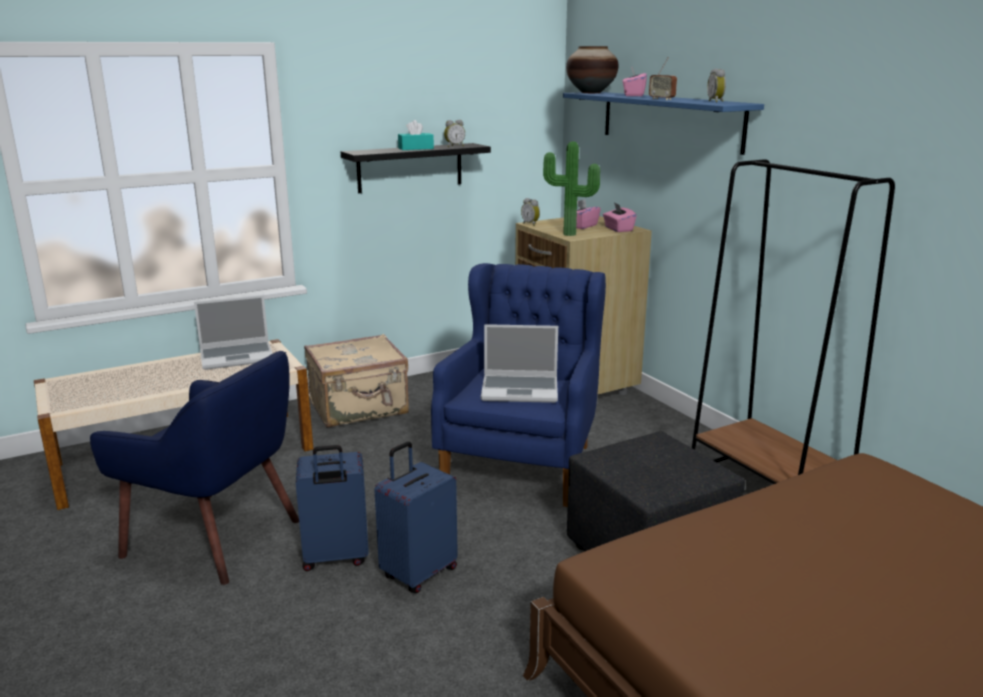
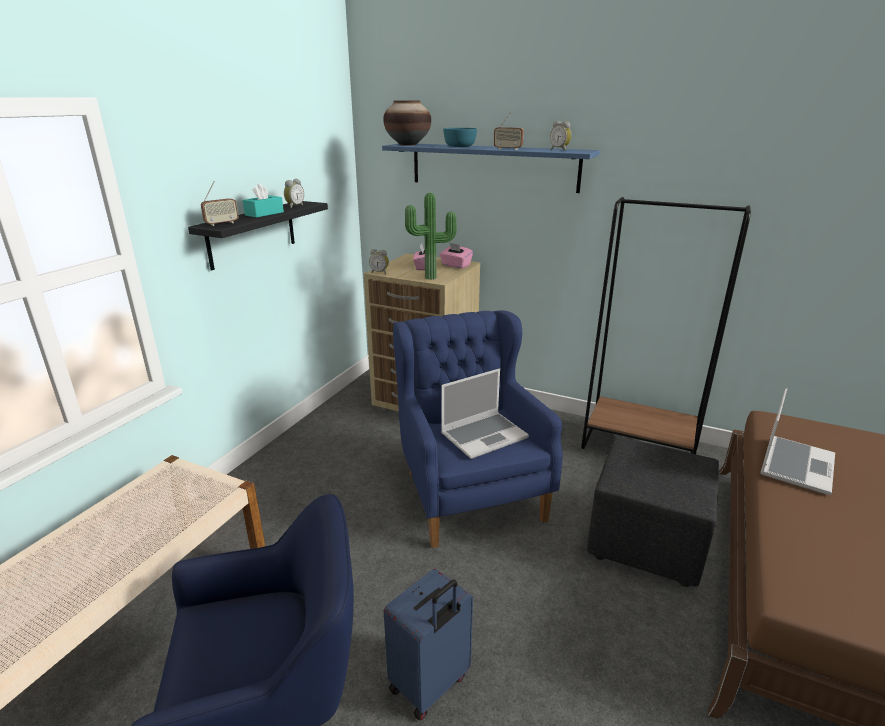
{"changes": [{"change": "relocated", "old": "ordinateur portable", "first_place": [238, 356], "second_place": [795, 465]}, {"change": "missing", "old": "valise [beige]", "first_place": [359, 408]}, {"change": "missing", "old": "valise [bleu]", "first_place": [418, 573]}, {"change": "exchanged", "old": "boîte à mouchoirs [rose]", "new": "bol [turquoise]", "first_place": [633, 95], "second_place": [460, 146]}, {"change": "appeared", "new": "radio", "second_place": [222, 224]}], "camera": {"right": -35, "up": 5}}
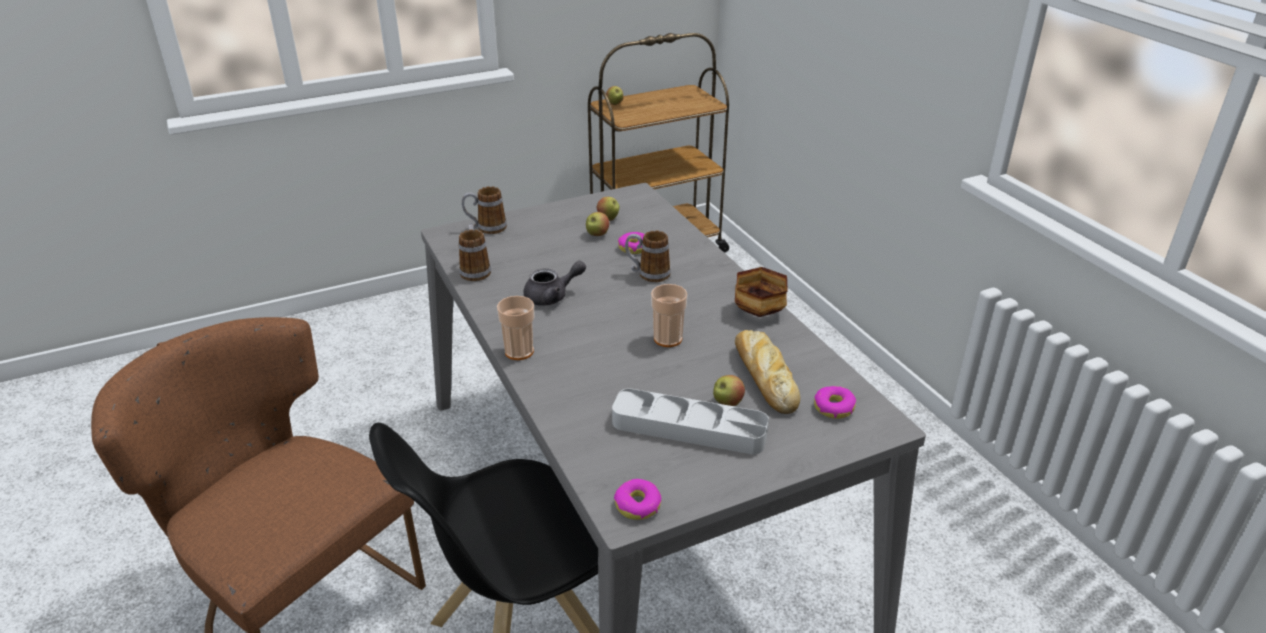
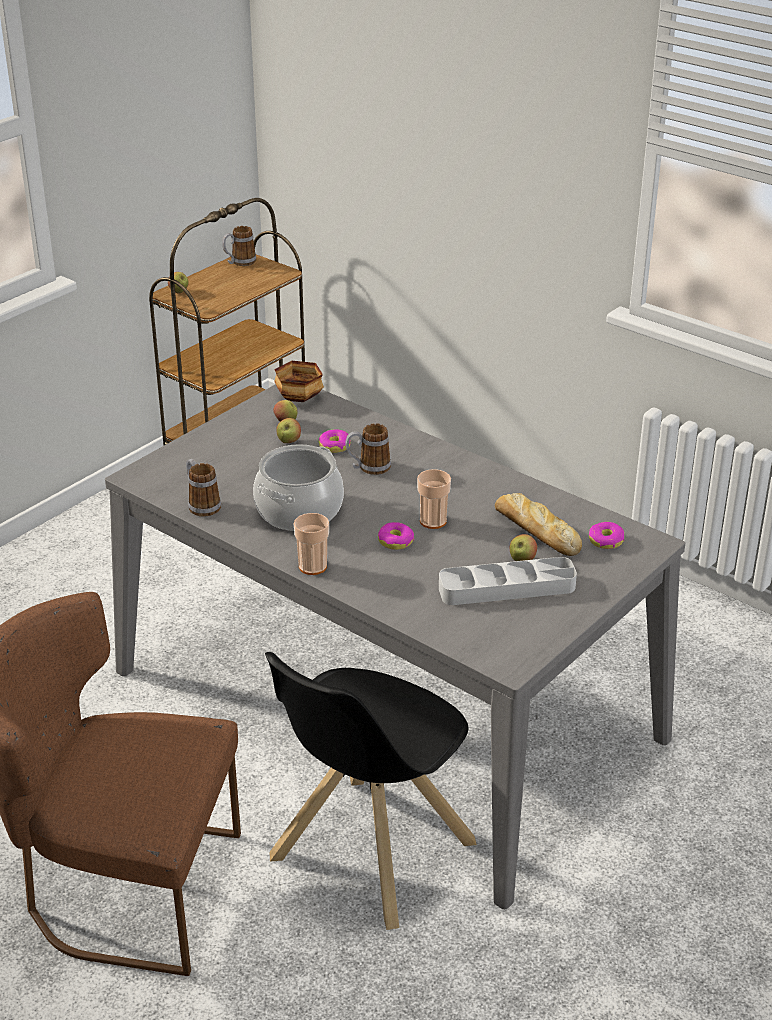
{"changes": [{"change": "relocated", "old": "mug", "first_place": [486, 228], "second_place": [239, 262]}, {"change": "exchanged", "old": "théière [gris]", "new": "marmite", "first_place": [552, 296], "second_place": [298, 510]}, {"change": "relocated", "old": "beignet", "first_place": [637, 505], "second_place": [396, 541]}, {"change": "relocated", "old": "bol", "first_place": [758, 310], "second_place": [298, 397]}], "camera": {"right": -25, "up": 0}}
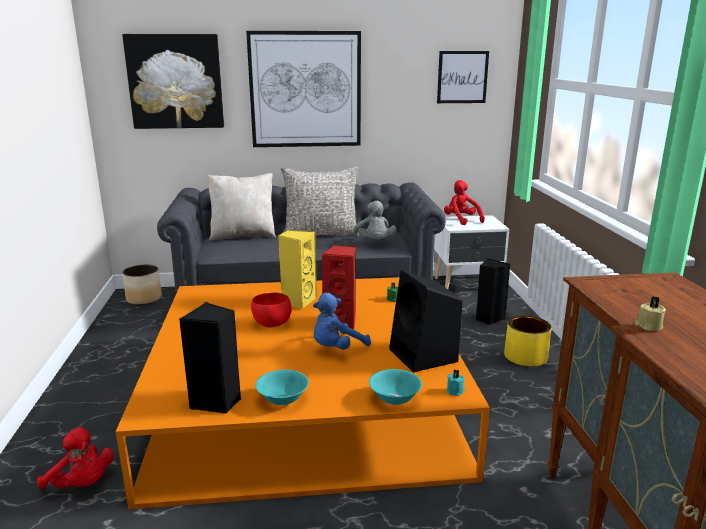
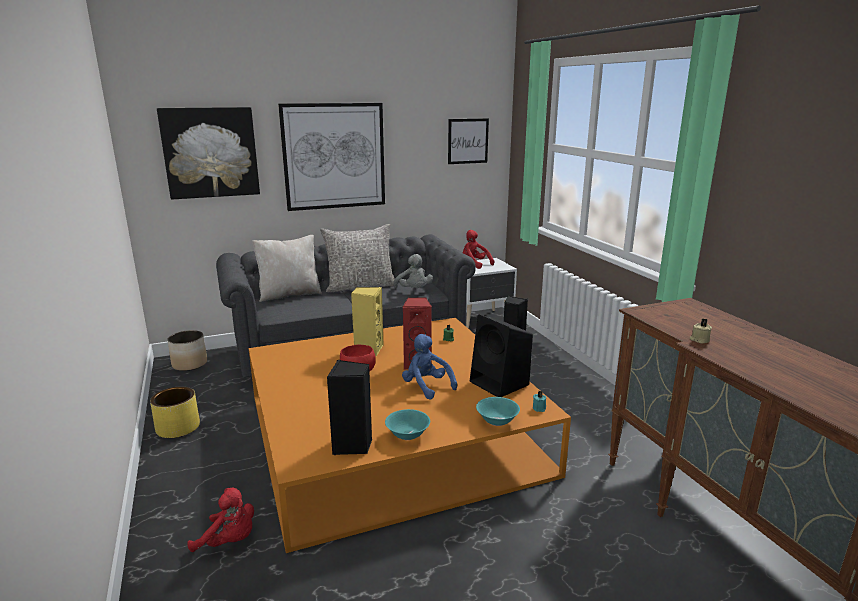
{"changes": [{"change": "spun", "old": "peluche [bleu]", "first_place": [336, 348], "second_place": [426, 386], "degrees": 105}, {"change": "relocated", "old": "cache-pot [jaune]", "first_place": [525, 357], "second_place": [178, 428]}], "camera": {"right": -15, "up": 0}}
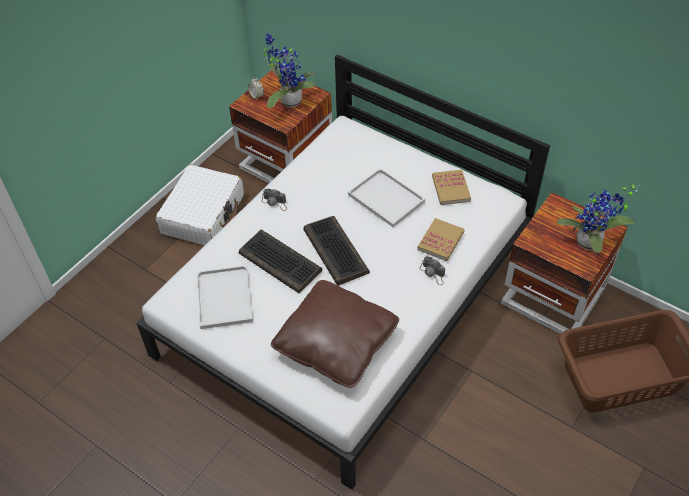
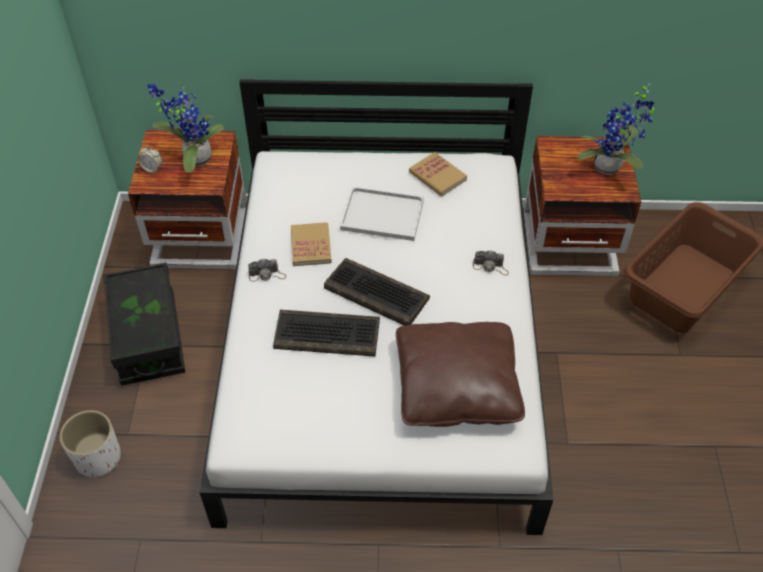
{"changes": [{"change": "exchanged", "old": "valise [blanc]", "new": "boîte de rangement [noir]", "first_place": [203, 214], "second_place": [149, 338]}, {"change": "missing", "old": "plateau [blanc]", "first_place": [223, 296]}, {"change": "relocated", "old": "livre", "first_place": [440, 241], "second_place": [311, 246]}, {"change": "appeared", "new": "cache-pot [blanc]", "second_place": [98, 458]}], "camera": {"right": -35, "up": 0}}
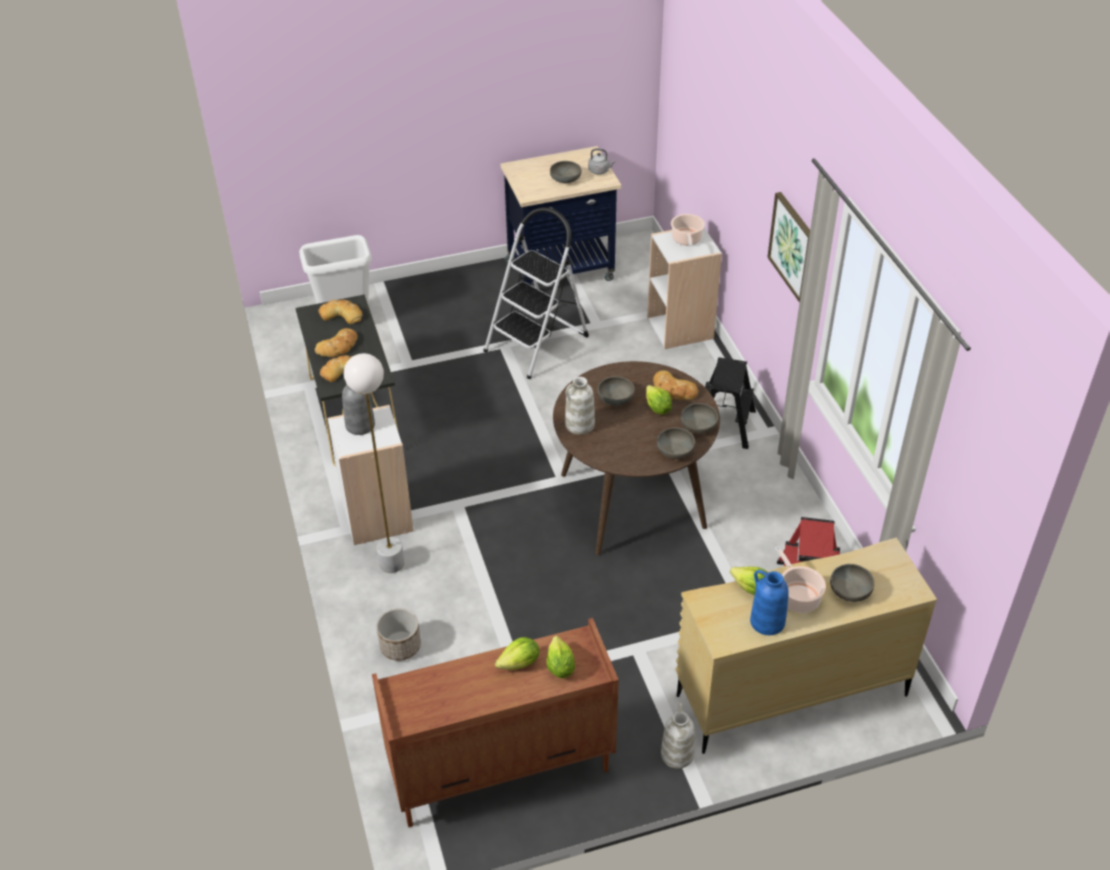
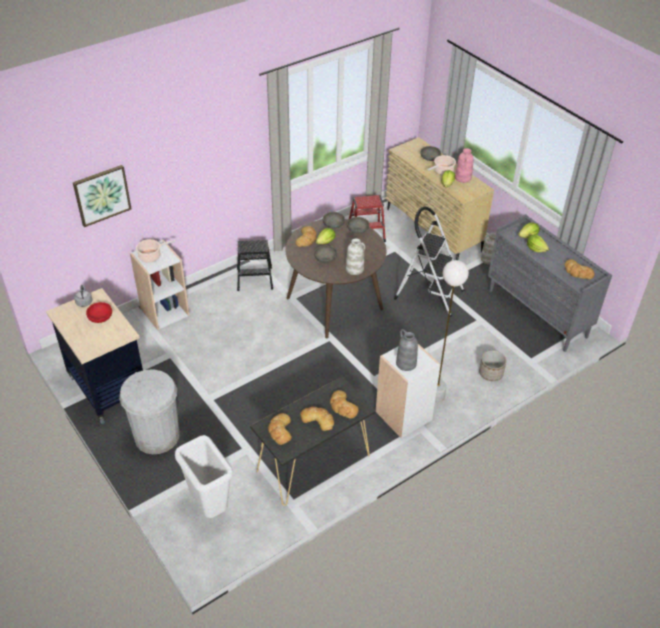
{"changes": [{"change": "colour", "old": "meuble de rangement [marron]", "new": "meuble de rangement [gris]", "first_place": [500, 771], "second_place": [537, 314]}, {"change": "relocated", "old": "escabeau", "first_place": [539, 343], "second_place": [427, 294]}, {"change": "colour", "old": "bol [gris]", "new": "bol [rouge]", "first_place": [565, 179], "second_place": [100, 318]}, {"change": "colour", "old": "vase [bleu]", "new": "vase [rose]", "first_place": [766, 622], "second_place": [463, 178]}, {"change": "relocated", "old": "tableau", "first_place": [793, 246], "second_place": [102, 195]}, {"change": "appeared", "new": "poubelle [blanc]", "second_place": [157, 436]}, {"change": "appeared", "new": "pain", "second_place": [577, 272]}], "camera": {"right": -110, "up": 0}}
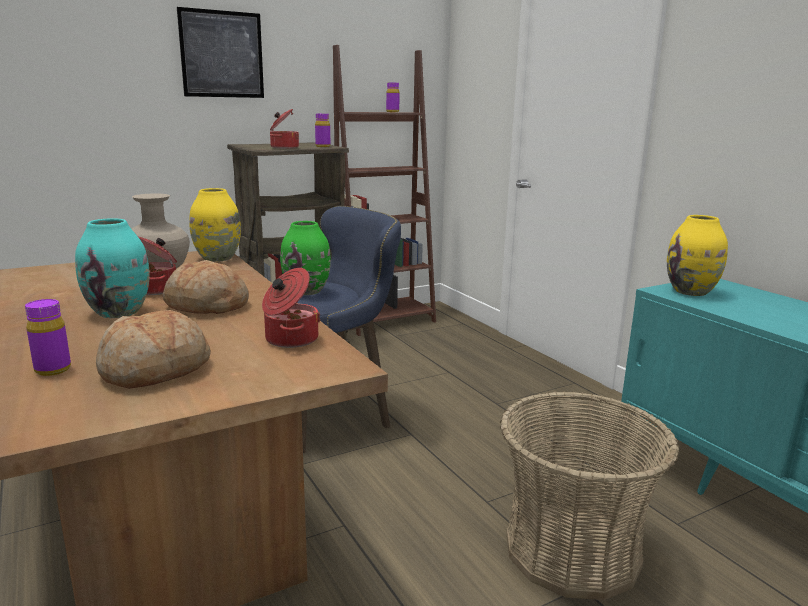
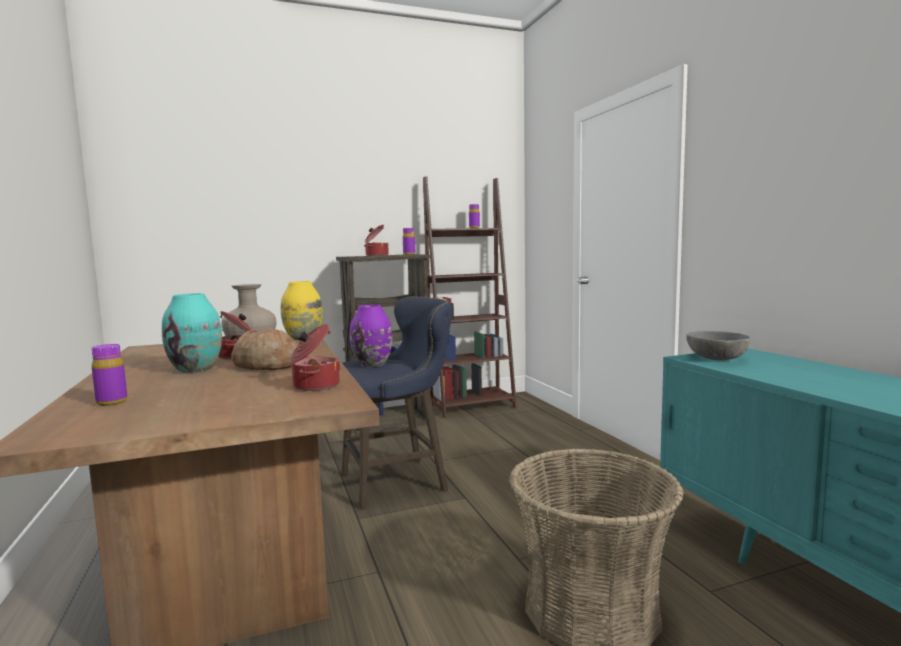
{"changes": [{"change": "missing", "old": "pain", "first_place": [155, 370]}, {"change": "missing", "old": "tableau", "first_place": [222, 54]}, {"change": "colour", "old": "vase [vert]", "new": "vase [violet]", "first_place": [307, 291], "second_place": [372, 364]}, {"change": "exchanged", "old": "vase [jaune]", "new": "bol [gris]", "first_place": [691, 291], "second_place": [717, 358]}], "camera": {"right": 10, "up": -10}}
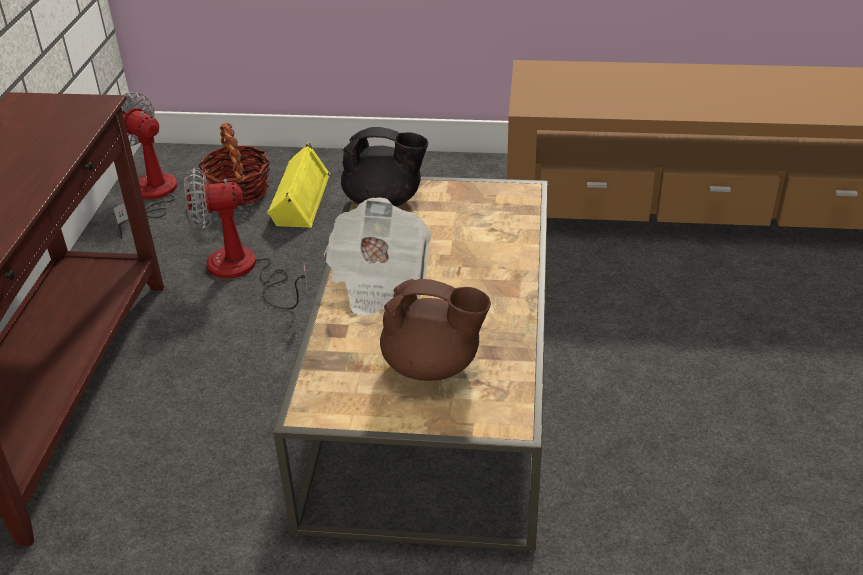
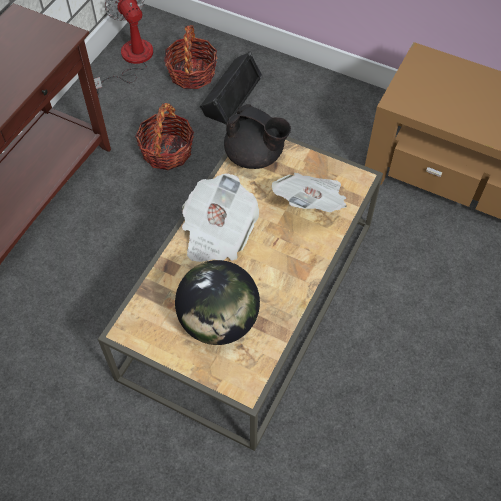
{"changes": [{"change": "exchanged", "old": "ventilateur", "new": "panier", "first_place": [243, 271], "second_place": [167, 152]}, {"change": "colour", "old": "enceinte [jaune]", "new": "enceinte [noir]", "first_place": [299, 199], "second_place": [230, 94]}, {"change": "exchanged", "old": "théière [marron]", "new": "globe", "first_place": [433, 365], "second_place": [218, 321]}, {"change": "appeared", "new": "journal", "second_place": [311, 203]}], "camera": {"right": 20, "up": 20}}
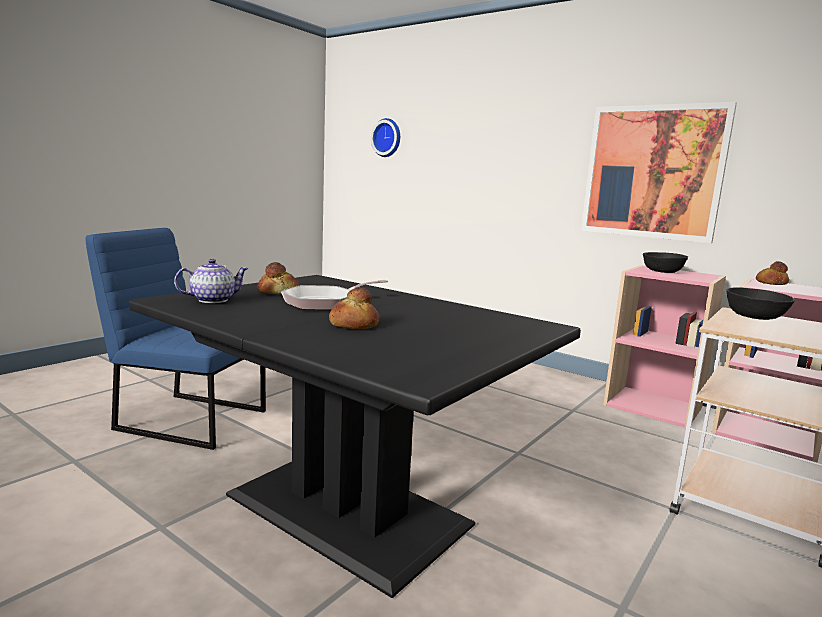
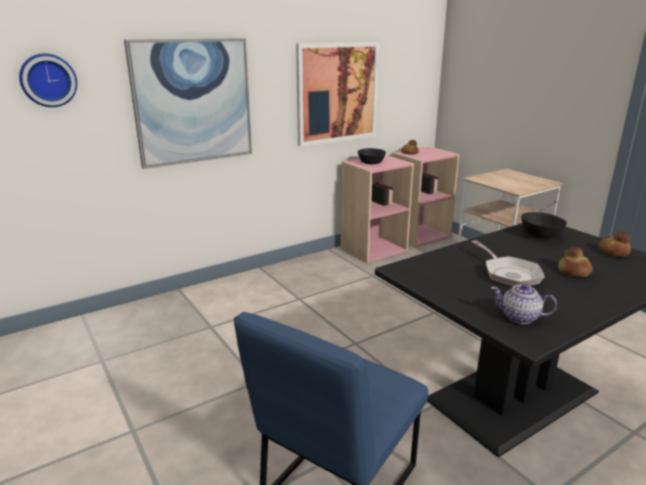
{"changes": [{"change": "spun", "old": "théière", "first_place": [212, 300], "second_place": [520, 317], "degrees": -60}, {"change": "relocated", "old": "pain", "first_place": [279, 292], "second_place": [613, 251]}, {"change": "relocated", "old": "bol [noir]", "first_place": [755, 317], "second_place": [540, 235]}, {"change": "appeared", "new": "tableau", "second_place": [193, 102]}], "camera": {"right": -70, "up": 10}}
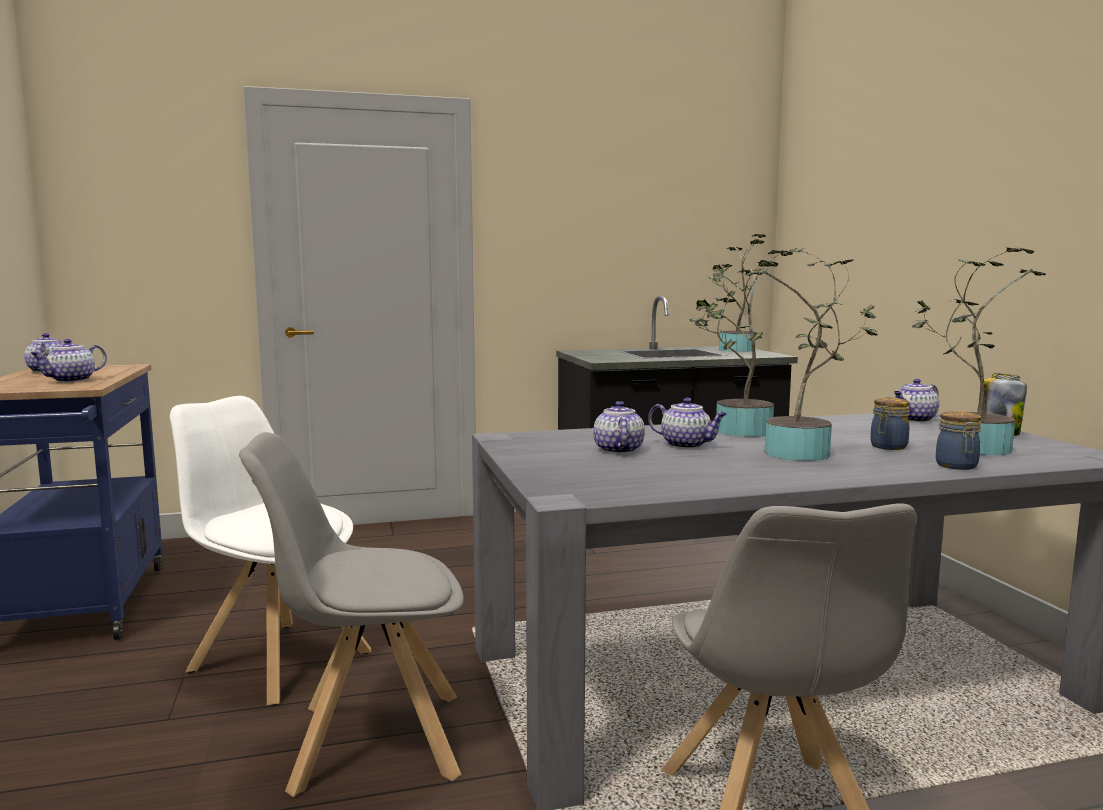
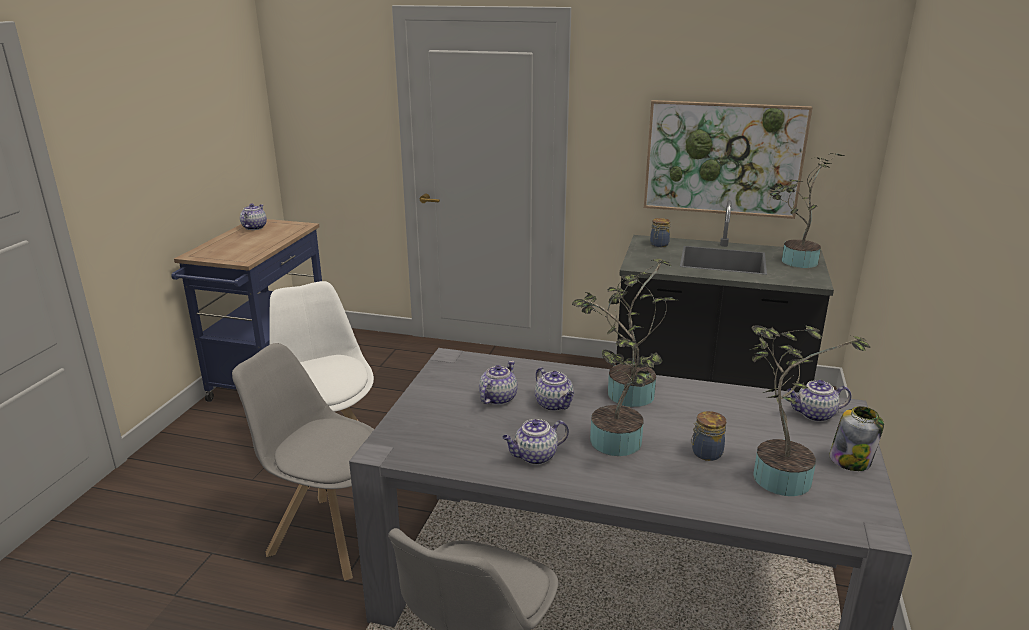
{"changes": [{"change": "relocated", "old": "théière", "first_place": [71, 380], "second_place": [535, 457]}, {"change": "relocated", "old": "bocal", "first_place": [957, 466], "second_place": [659, 244]}, {"change": "appeared", "new": "tableau", "second_place": [723, 158]}], "camera": {"right": 30, "up": 15}}
